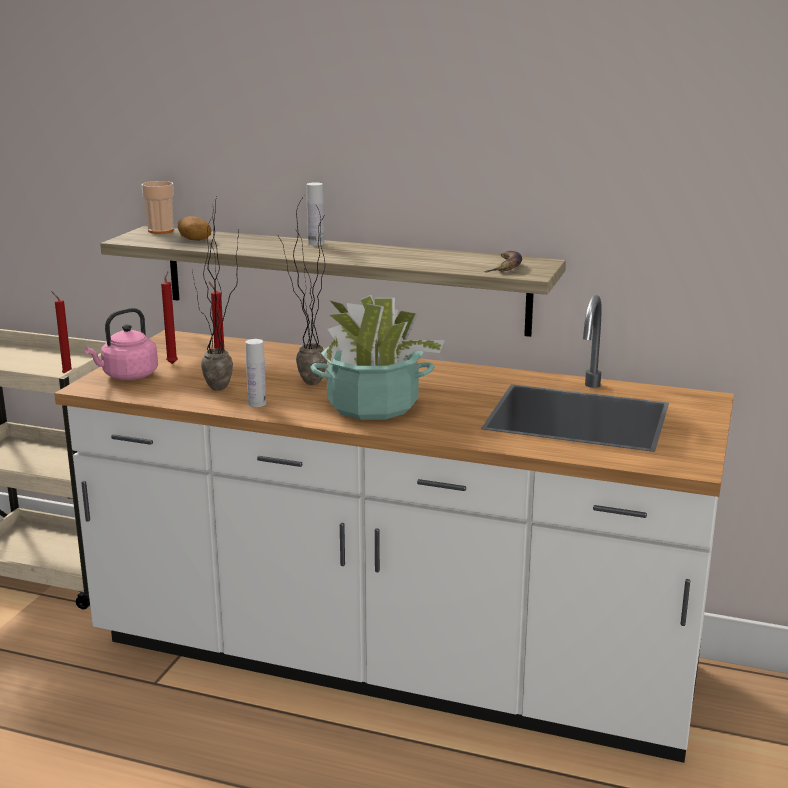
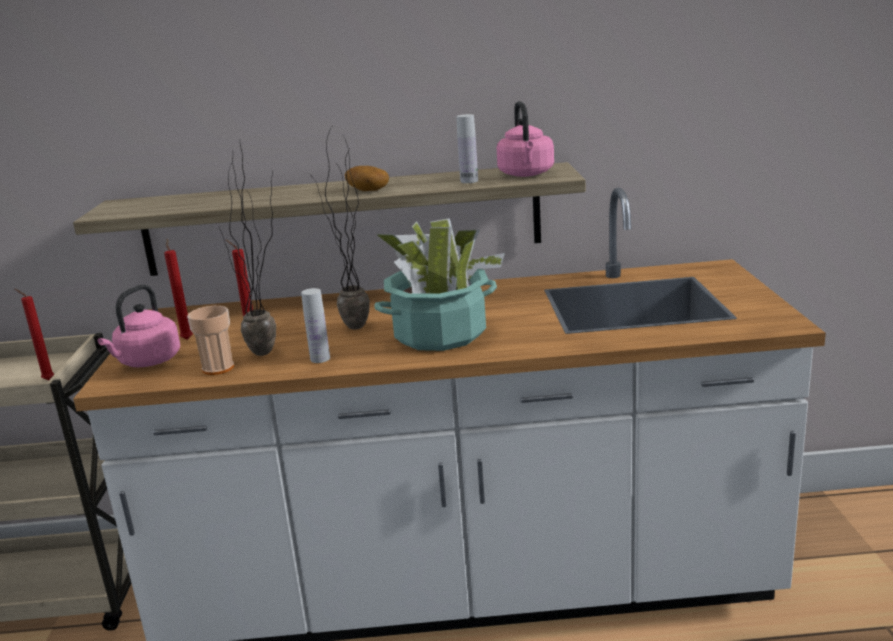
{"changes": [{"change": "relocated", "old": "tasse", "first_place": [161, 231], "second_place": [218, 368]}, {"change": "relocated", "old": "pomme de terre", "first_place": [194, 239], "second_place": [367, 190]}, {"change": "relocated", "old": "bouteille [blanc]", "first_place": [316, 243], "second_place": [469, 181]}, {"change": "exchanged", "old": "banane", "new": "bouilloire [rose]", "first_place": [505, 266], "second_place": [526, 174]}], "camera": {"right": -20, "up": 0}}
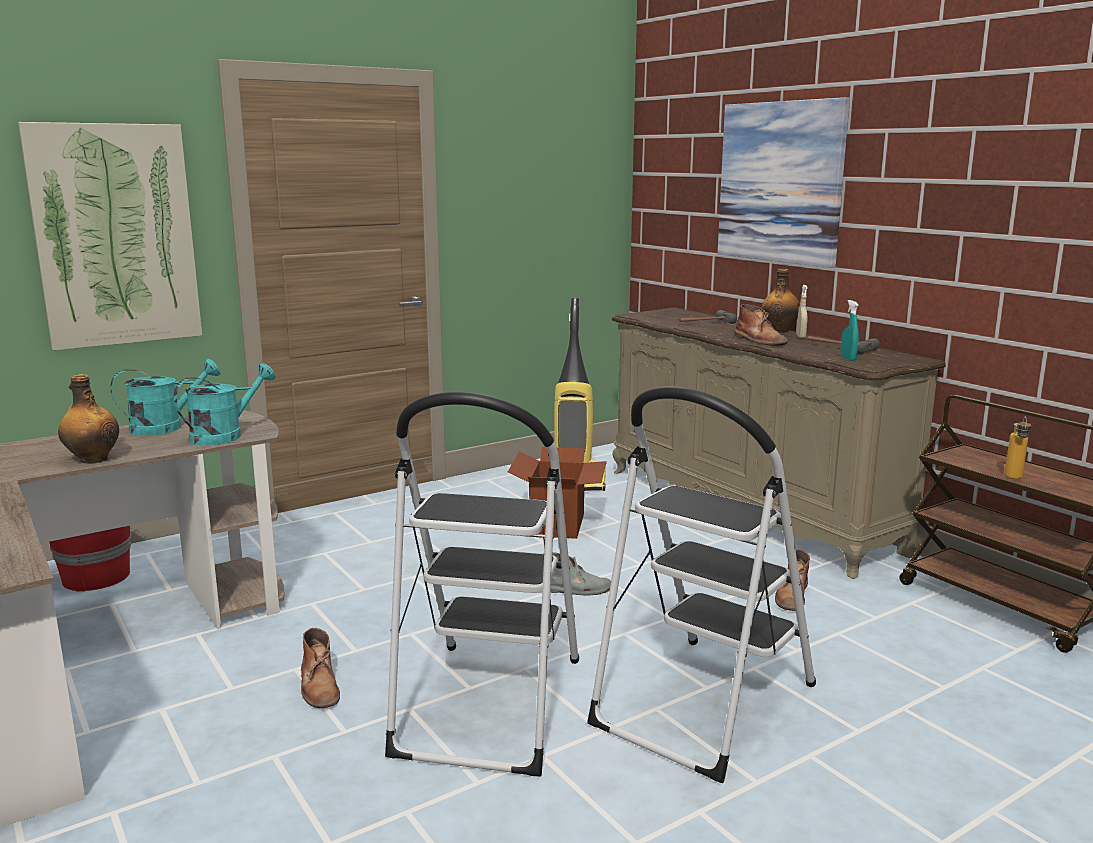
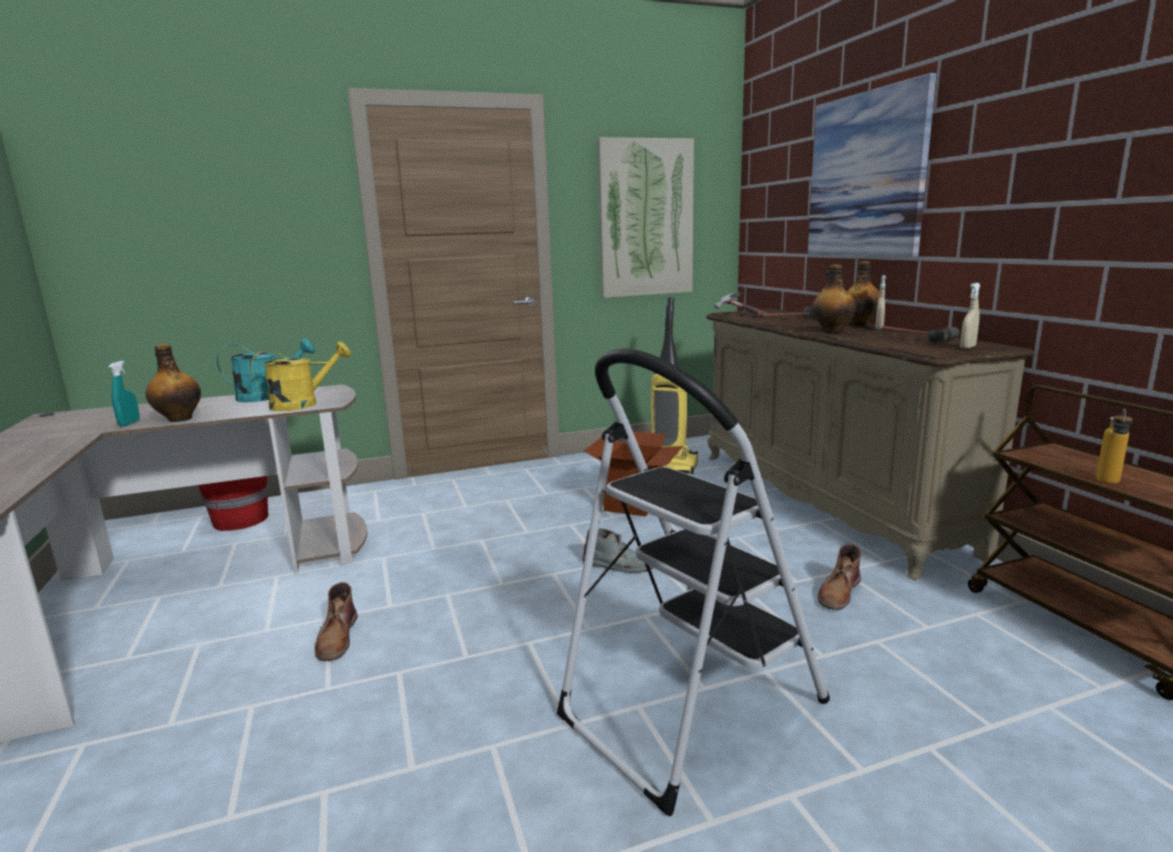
{"changes": [{"change": "relocated", "old": "tableau", "first_place": [115, 235], "second_place": [645, 218]}, {"change": "colour", "old": "arrosoir [turquoise]", "new": "arrosoir [jaune]", "first_place": [224, 435], "second_place": [303, 404]}, {"change": "missing", "old": "escabeau", "first_place": [486, 708]}, {"change": "exchanged", "old": "botte [marron]", "new": "bouteille", "first_place": [760, 340], "second_place": [832, 331]}, {"change": "relocated", "old": "vaporisateur [turquoise]", "first_place": [848, 359], "second_place": [129, 423]}, {"change": "appeared", "new": "marteau", "second_place": [741, 314]}, {"change": "appeared", "new": "vaporisateur [beige]", "second_place": [967, 347]}], "camera": {"right": 15, "up": 0}}
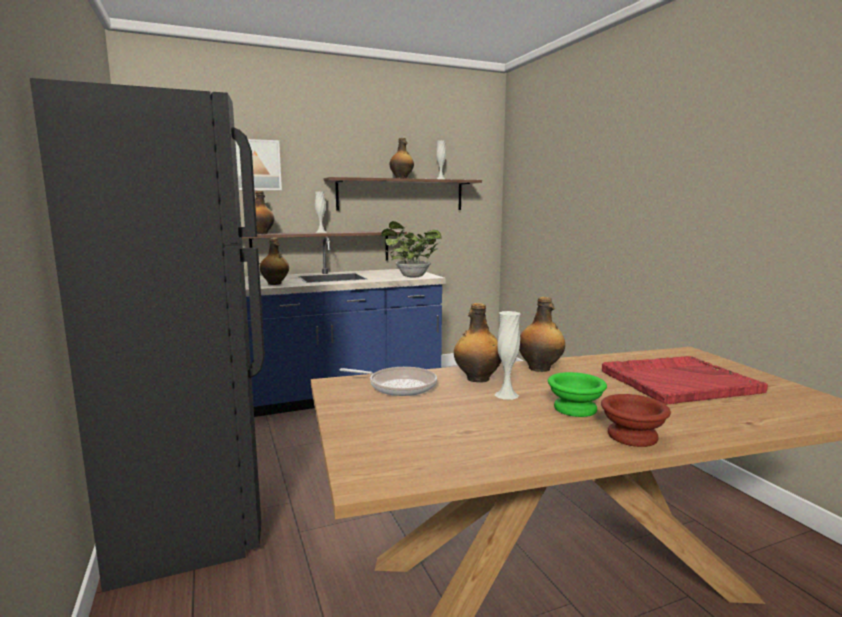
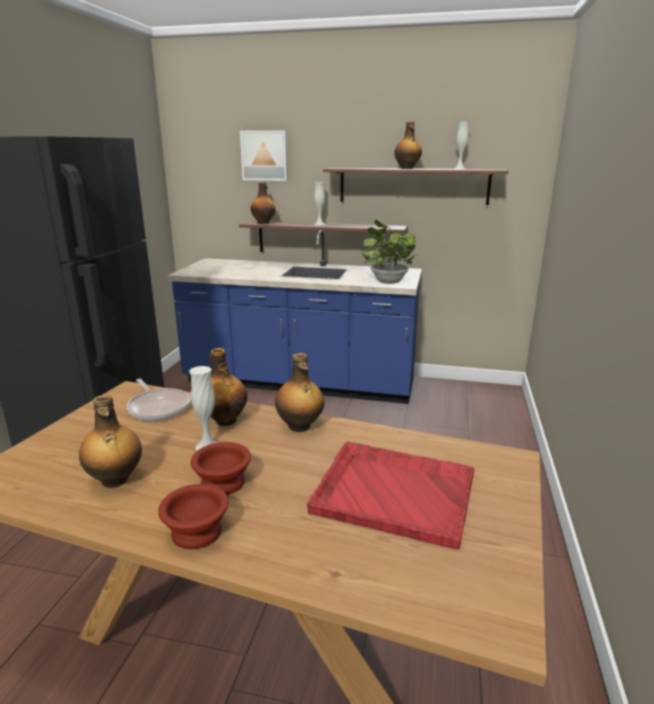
{"changes": [{"change": "relocated", "old": "bouteille", "first_place": [275, 284], "second_place": [115, 480]}, {"change": "colour", "old": "bol [vert]", "new": "bol [marron]", "first_place": [574, 408], "second_place": [223, 482]}], "camera": {"right": 35, "up": 10}}
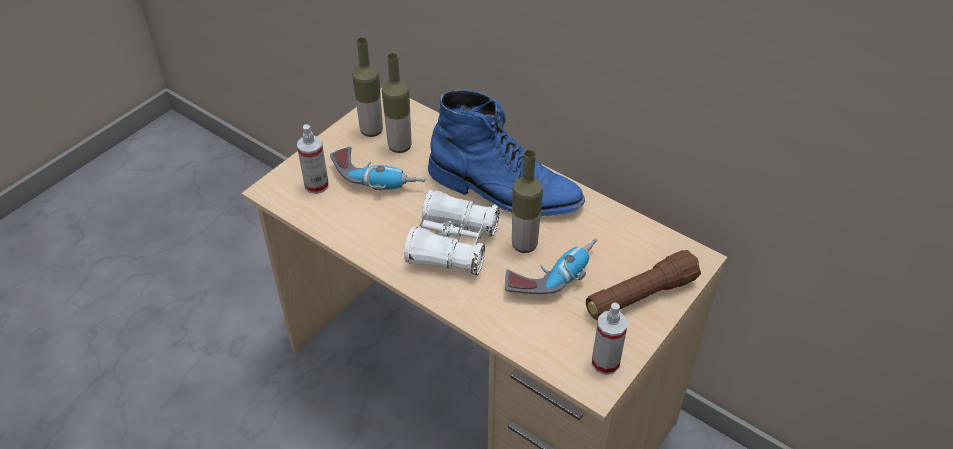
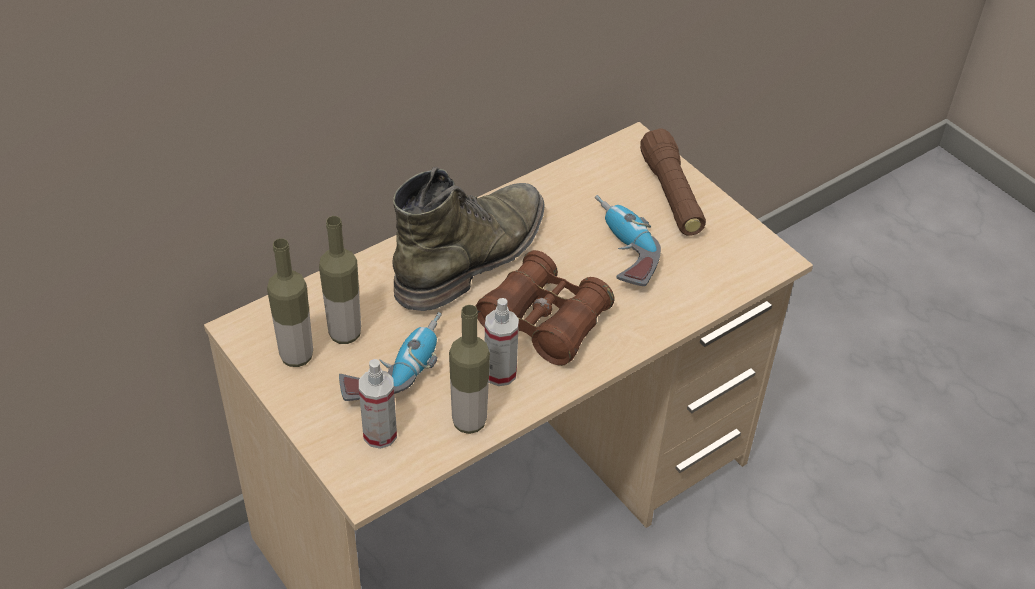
{"changes": [{"change": "colour", "old": "jumelles [blanc]", "new": "jumelles [marron]", "first_place": [452, 244], "second_place": [544, 321]}, {"change": "colour", "old": "botte [bleu]", "new": "botte [vert]", "first_place": [504, 190], "second_place": [473, 255]}, {"change": "relocated", "old": "bouteille", "first_place": [524, 245], "second_place": [469, 422]}, {"change": "relocated", "old": "vaporisateur", "first_place": [605, 362], "second_place": [500, 373]}], "camera": {"right": -75, "up": 0}}
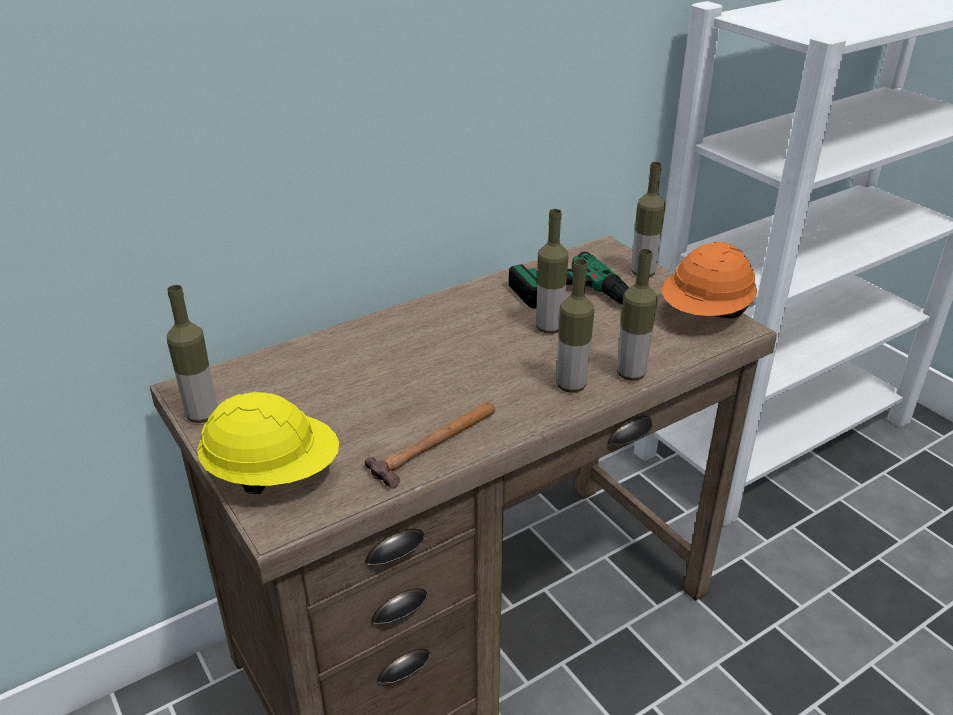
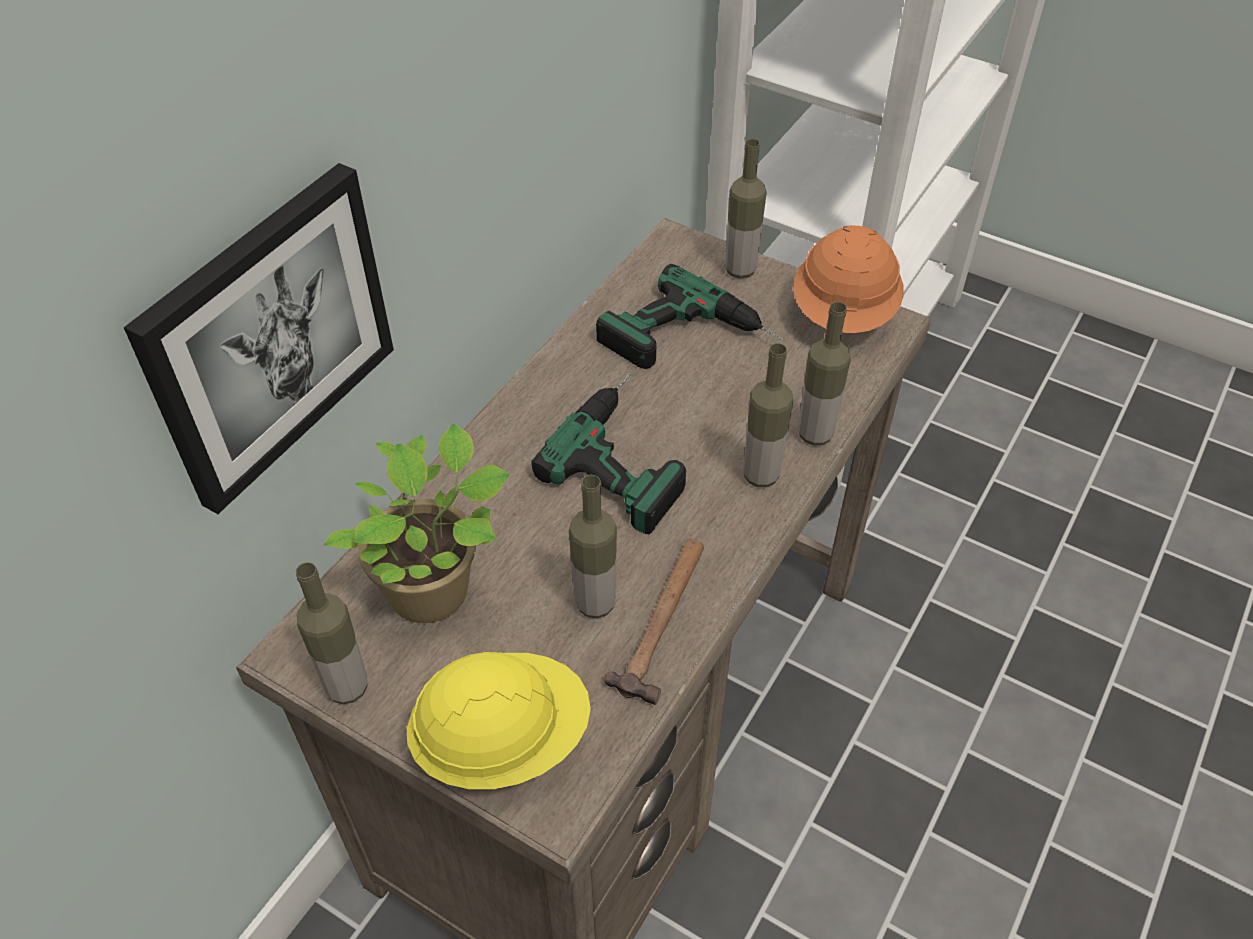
{"changes": [{"change": "relocated", "old": "bouteille", "first_place": [549, 328], "second_place": [595, 603]}, {"change": "appeared", "new": "tableau", "second_place": [269, 336]}, {"change": "appeared", "new": "plante en pot", "second_place": [435, 591]}, {"change": "appeared", "new": "perceuse", "second_place": [630, 453]}], "camera": {"right": -25, "up": 15}}
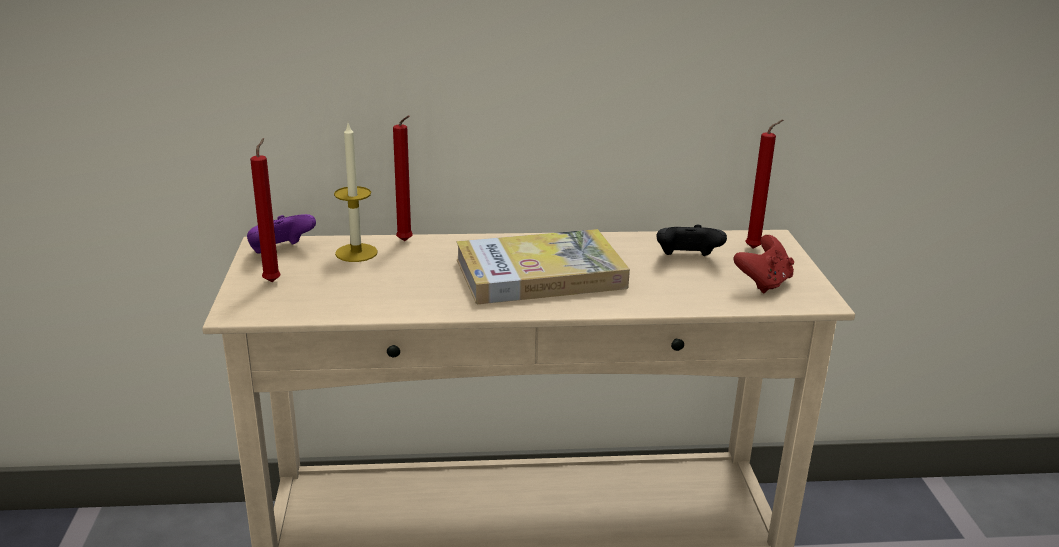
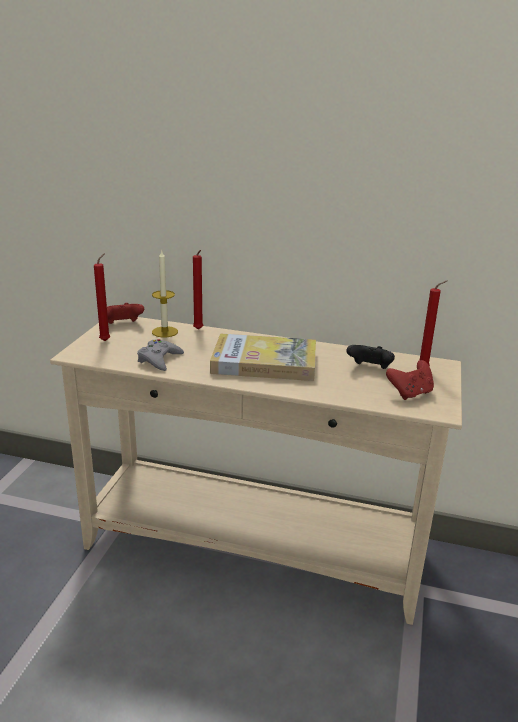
{"changes": [{"change": "colour", "old": "manette [violet]", "new": "manette [rouge]", "first_place": [280, 252], "second_place": [123, 325]}, {"change": "appeared", "new": "manette [gris]", "second_place": [159, 359]}], "camera": {"right": 20, "up": 0}}
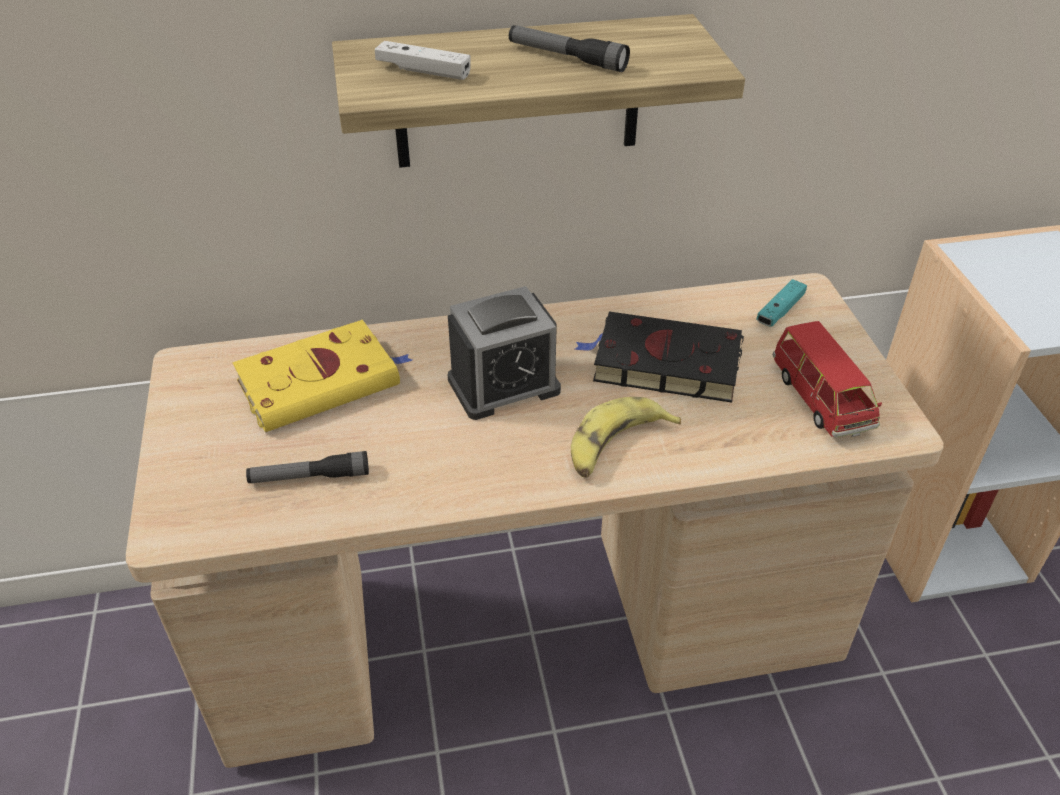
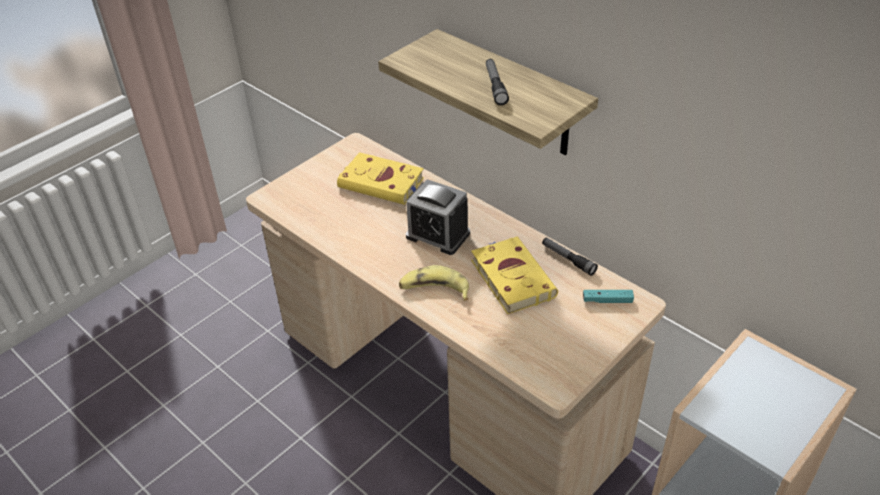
{"changes": [{"change": "relocated", "old": "lampe de poche", "first_place": [309, 477], "second_place": [568, 259]}, {"change": "missing", "old": "manette [blanc]", "first_place": [423, 71]}, {"change": "colour", "old": "livre [noir]", "new": "livre [jaune]", "first_place": [662, 363], "second_place": [511, 277]}, {"change": "missing", "old": "petite voiture [rouge]", "first_place": [820, 399]}], "camera": {"right": 55, "up": 0}}
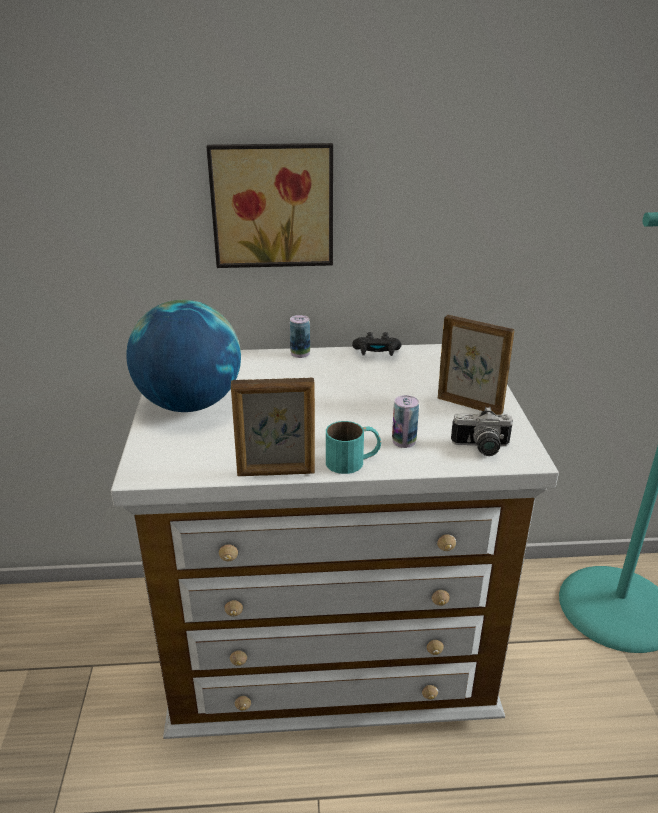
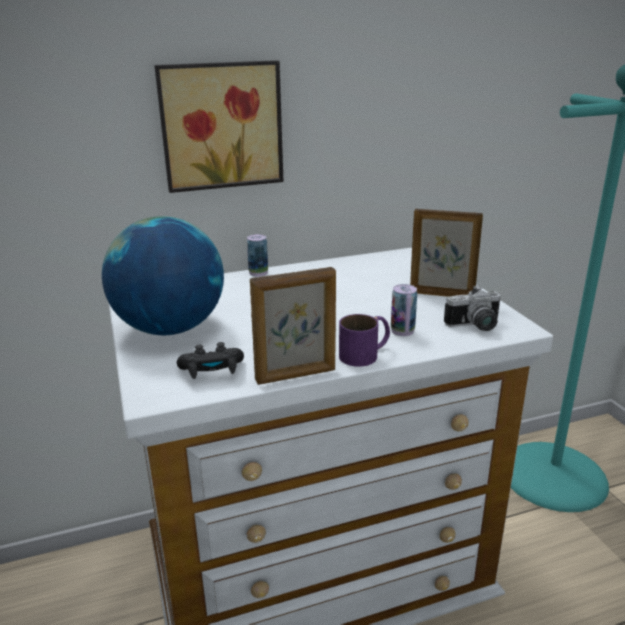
{"changes": [{"change": "colour", "old": "mug [turquoise]", "new": "mug [violet]", "first_place": [353, 461], "second_place": [366, 353]}, {"change": "relocated", "old": "manette [noir]", "first_place": [376, 353], "second_place": [212, 372]}], "camera": {"right": -15, "up": -5}}
